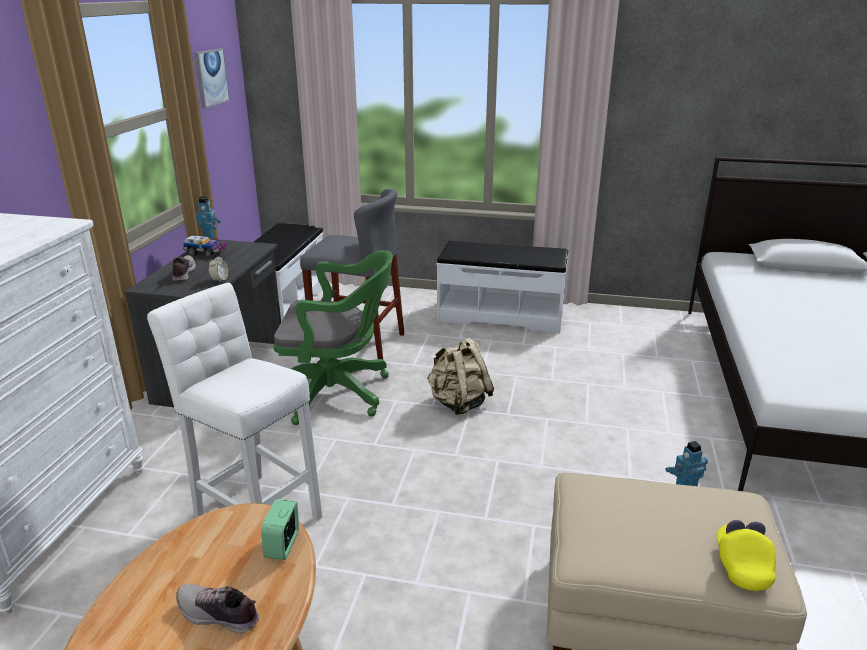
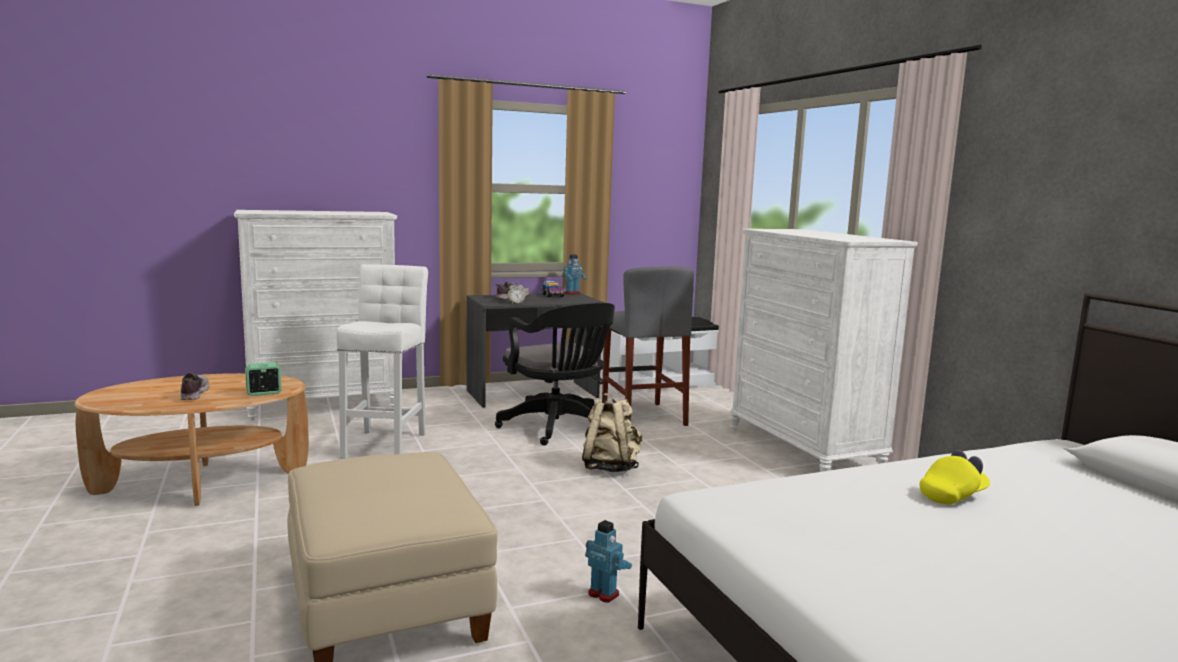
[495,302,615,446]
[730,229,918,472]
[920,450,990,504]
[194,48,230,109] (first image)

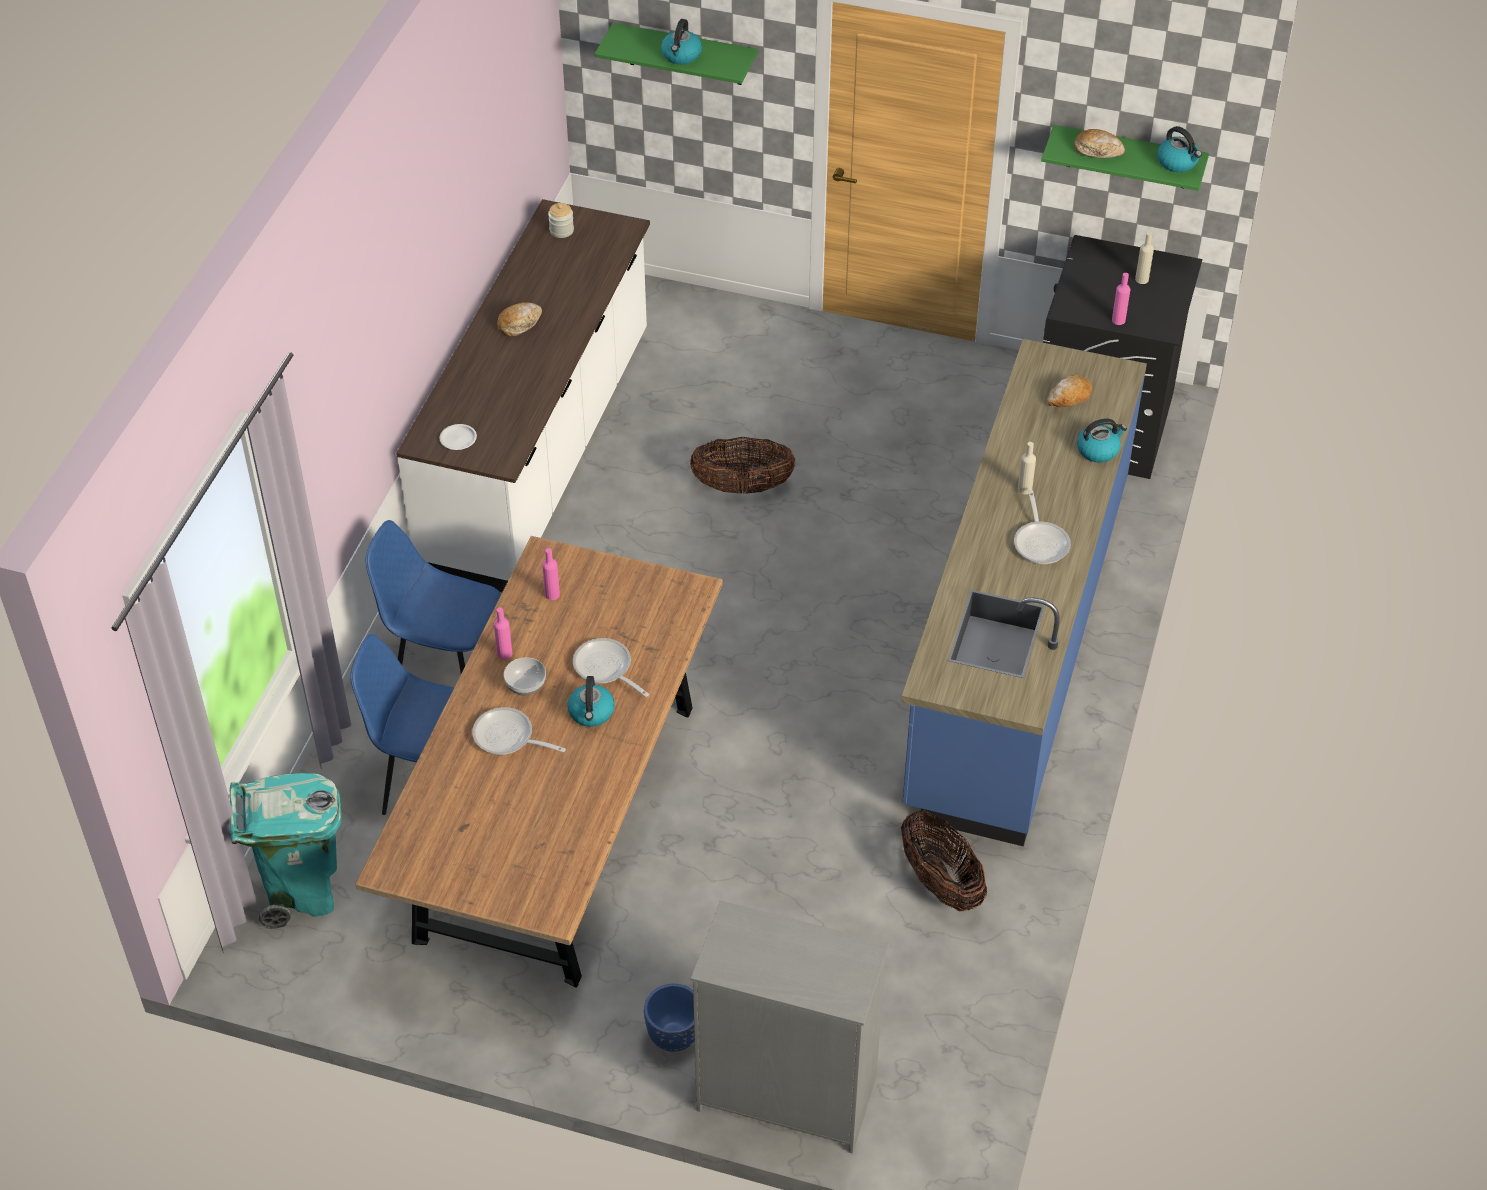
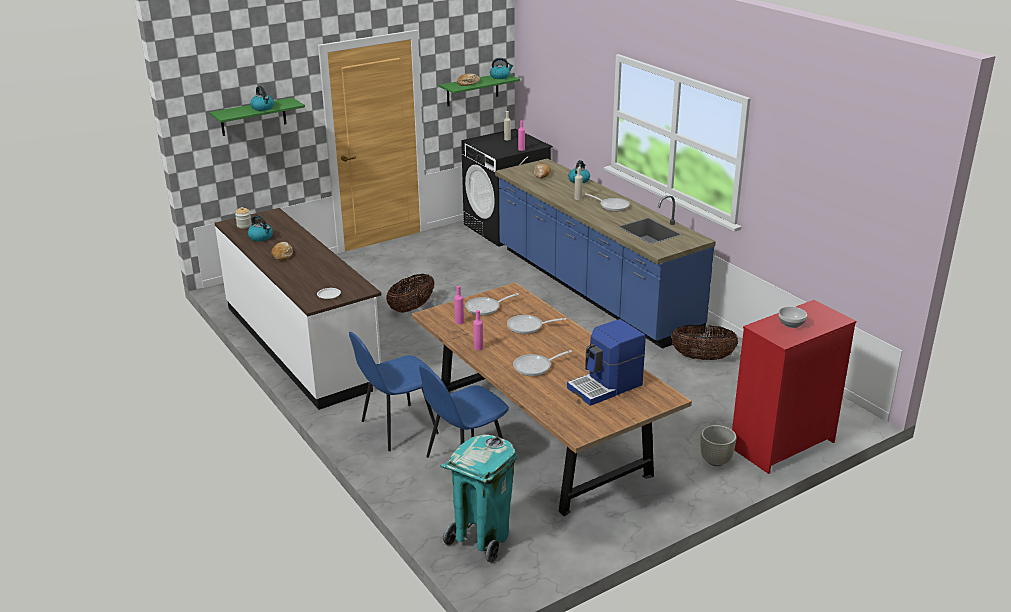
[248,215,273,241]
[465,293,519,316]
[567,319,646,406]
[700,425,736,466]
[732,300,856,474]
[779,307,807,328]

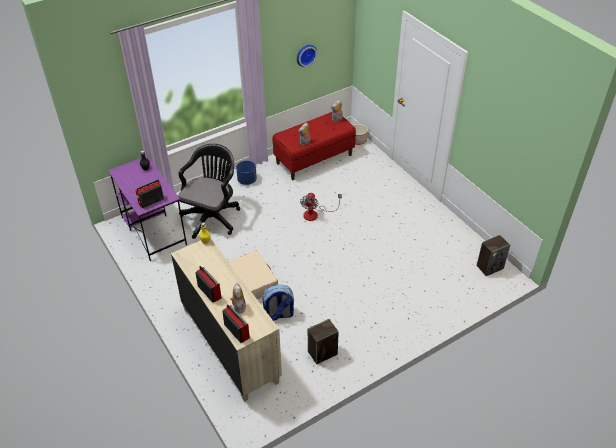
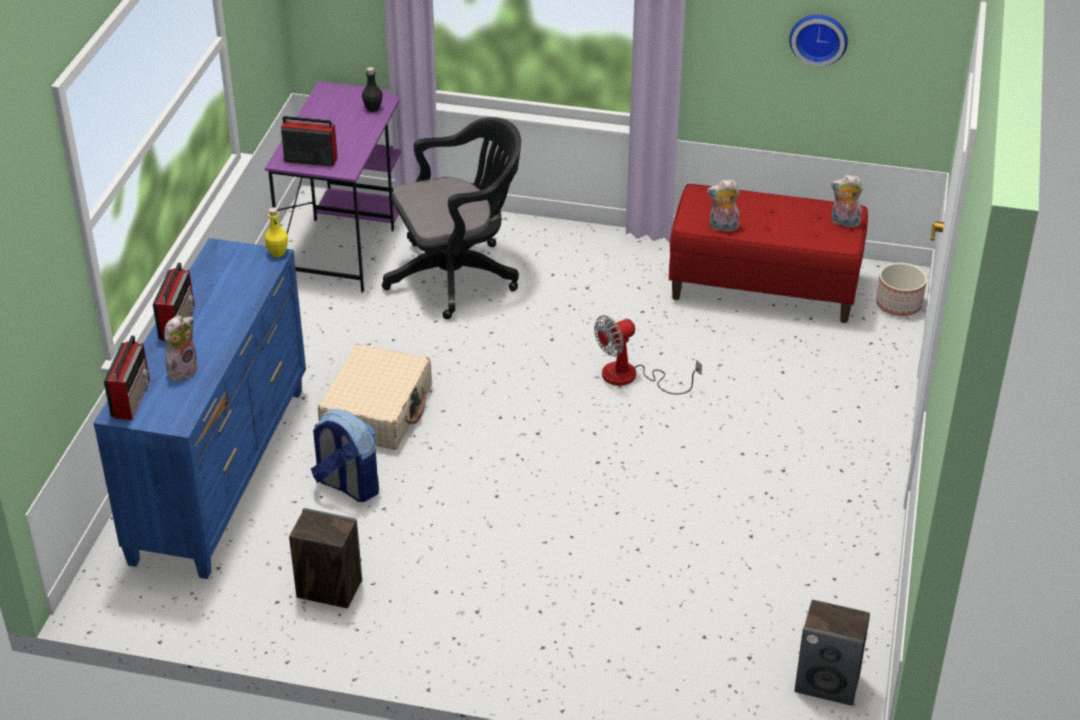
[93,238,306,579]
[236,161,257,185] (first image)

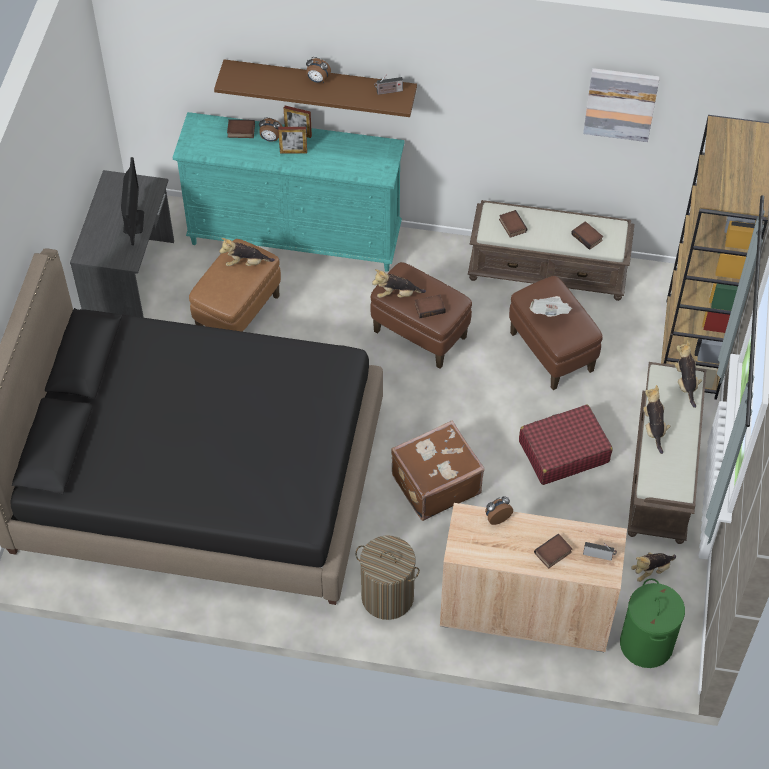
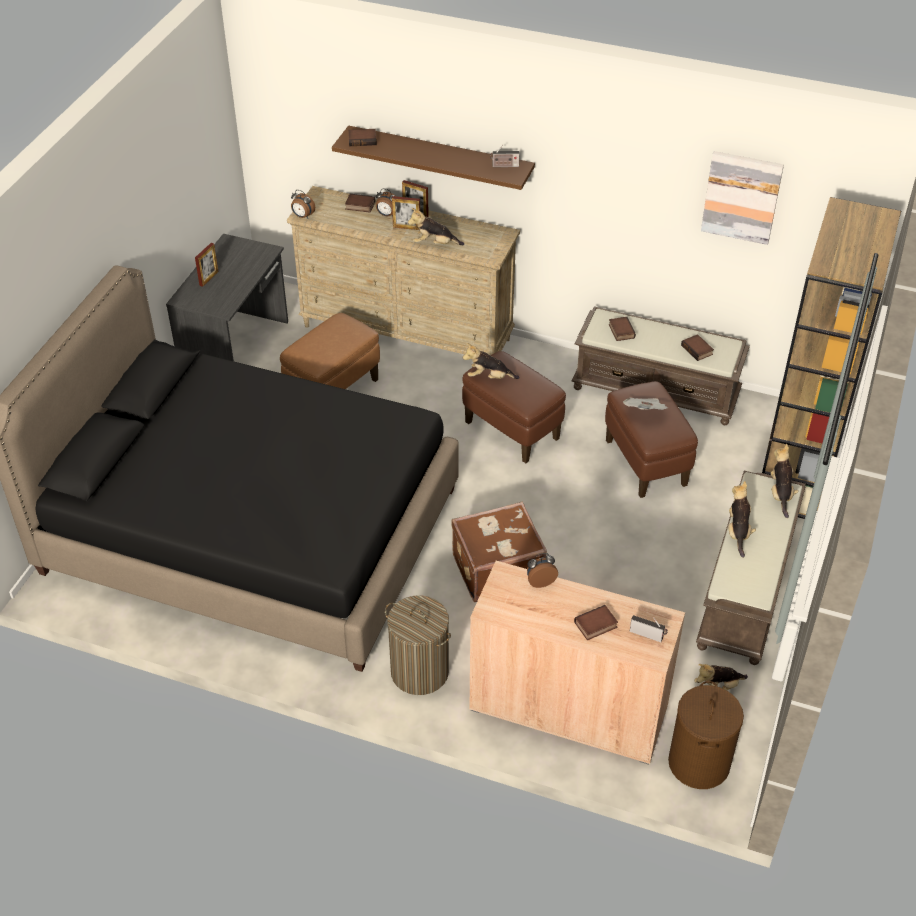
[195,243,219,287]
[287,186,520,355]
[291,190,315,219]
[348,129,377,146]
[408,208,464,245]
[668,681,744,789]
[121,157,144,245] (first image)
[519,405,613,485] (first image)

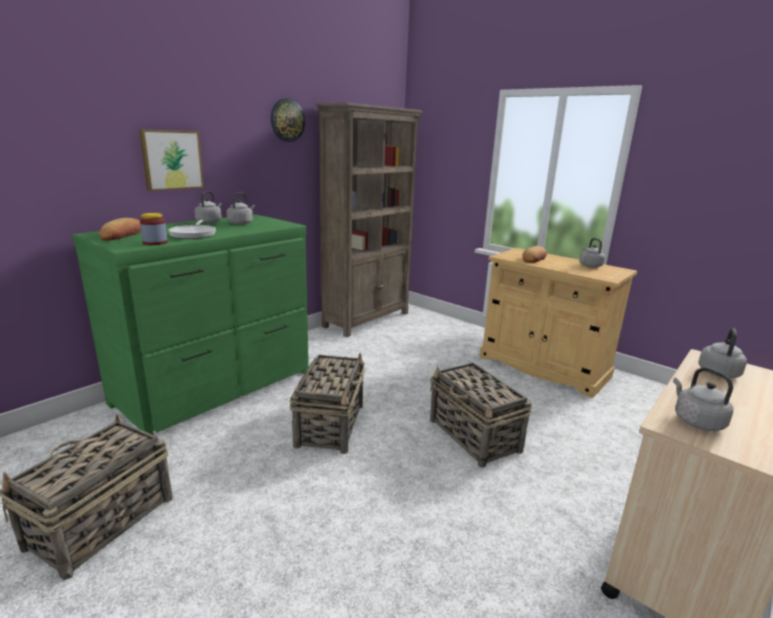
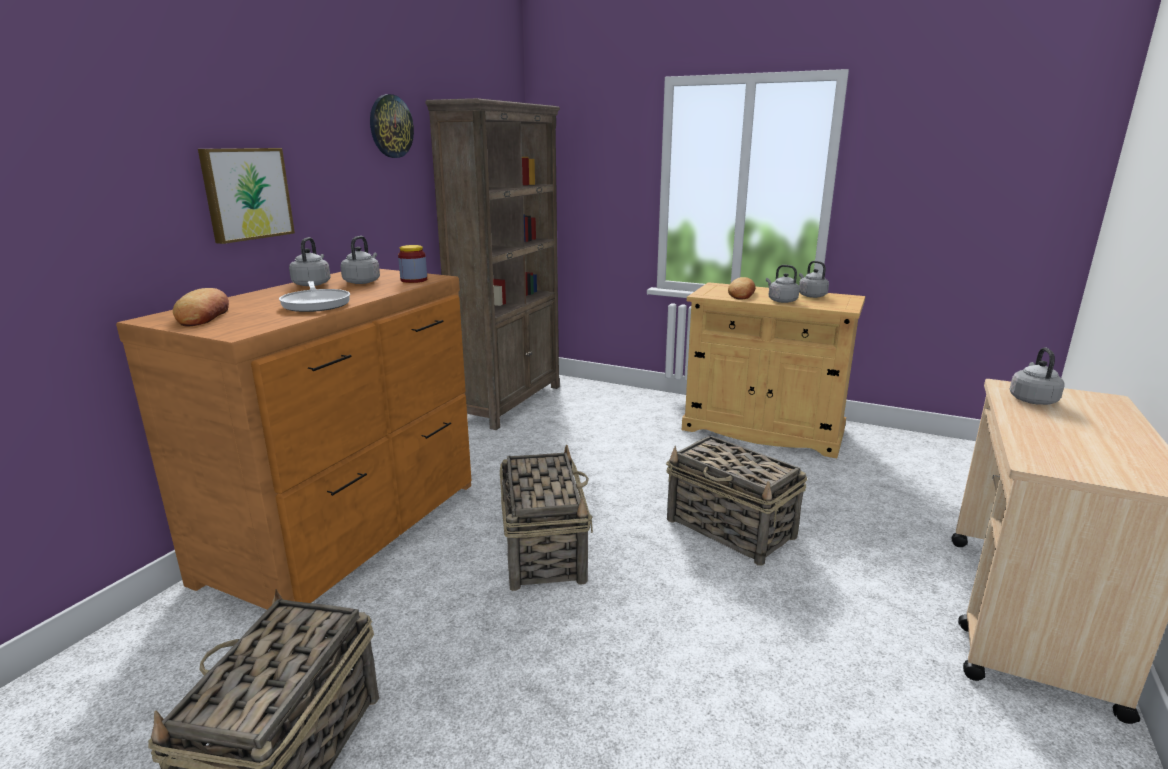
[116,269,471,610]
[398,245,427,283]
[766,265,800,303]

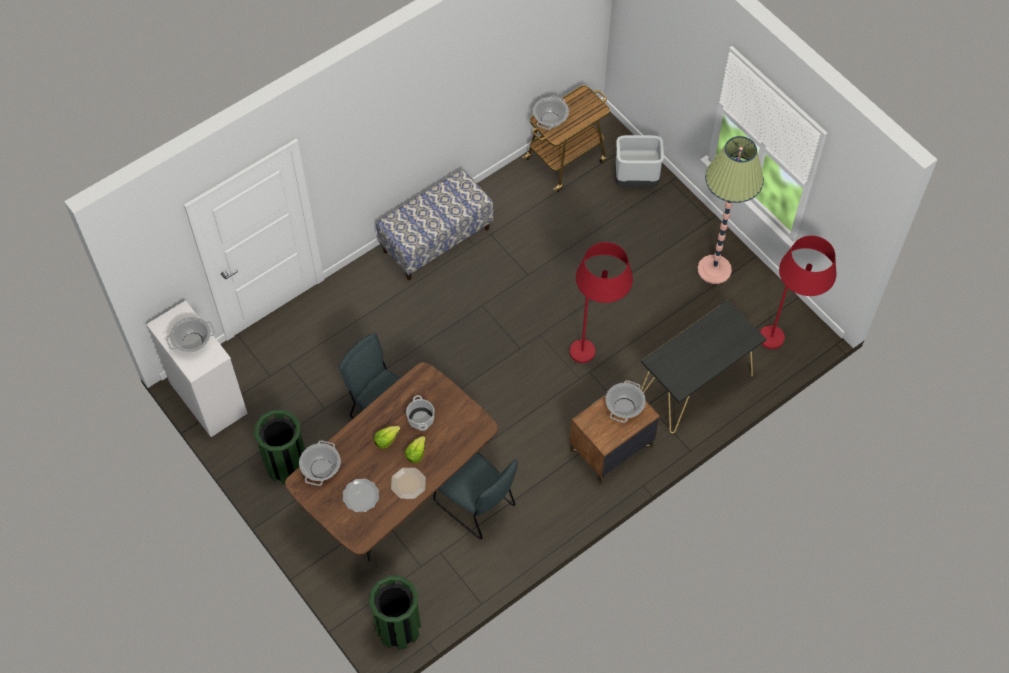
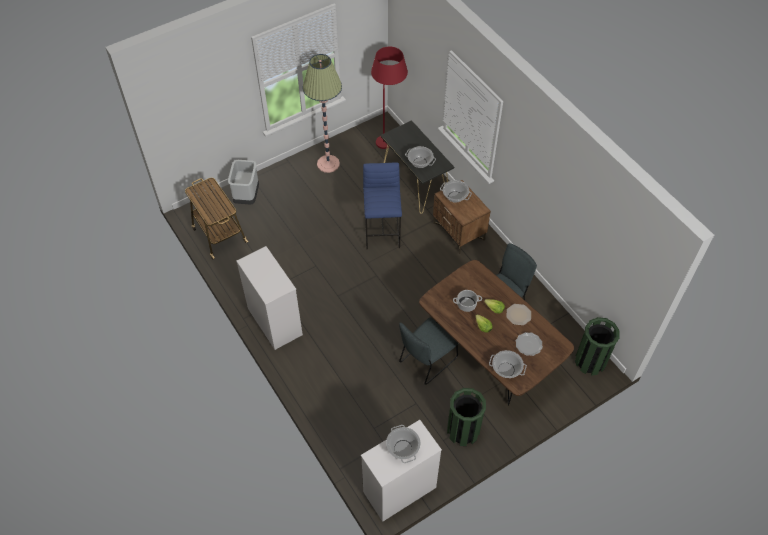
[236,246,303,350]
[363,163,402,250]
[405,146,436,168]

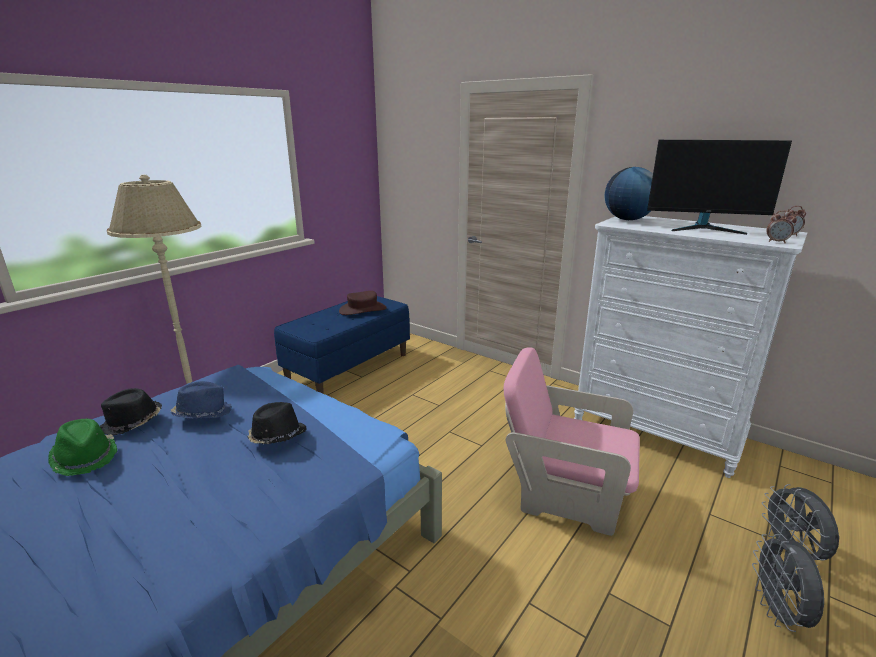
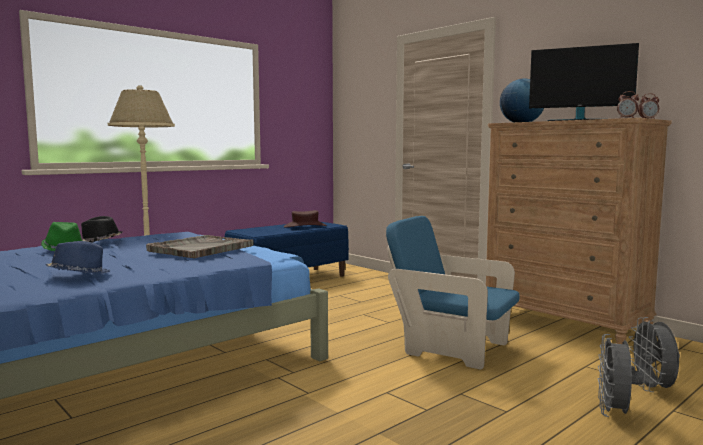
[45,241,110,274]
[146,235,253,258]
[386,216,520,370]
[486,118,672,344]

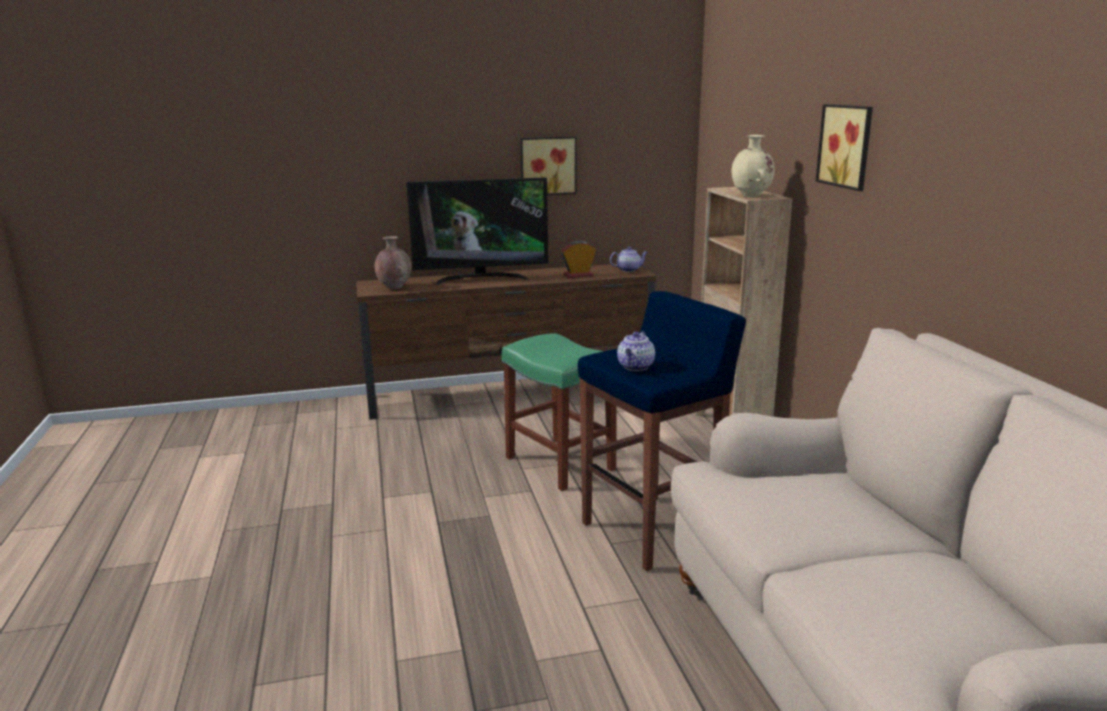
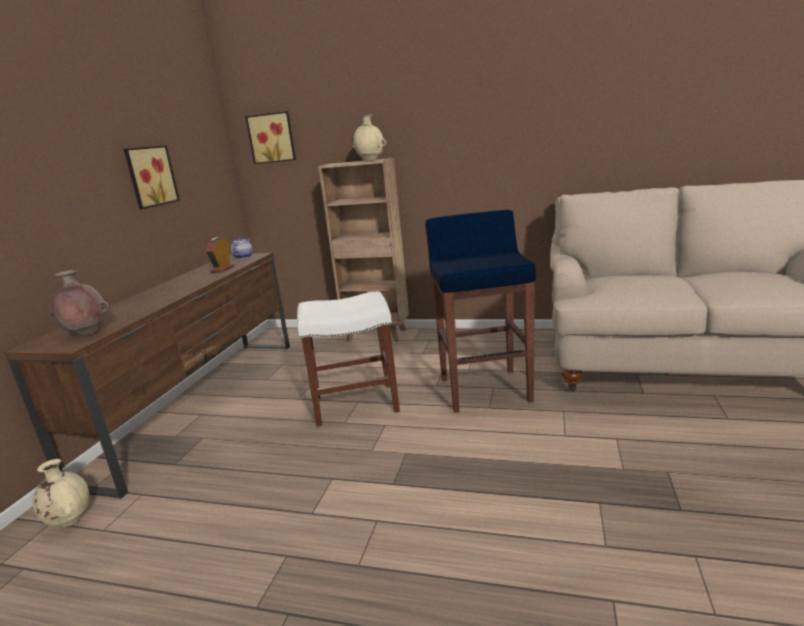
[32,459,89,527]
[245,111,296,164]
[297,291,400,427]
[406,177,548,285] (first image)
[617,332,655,371] (first image)

